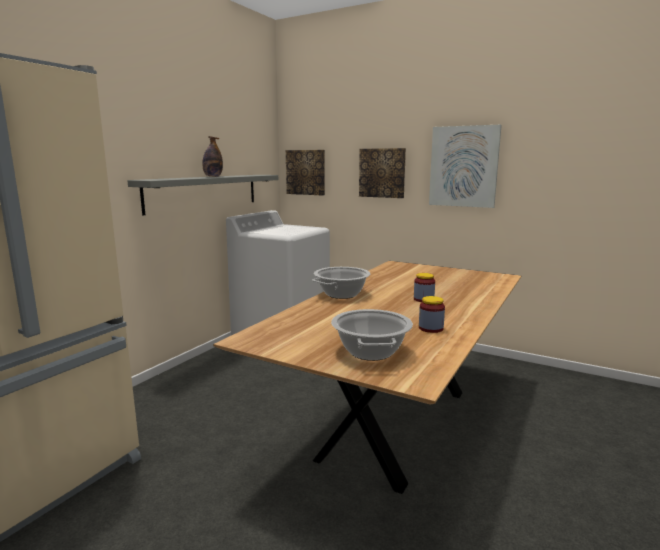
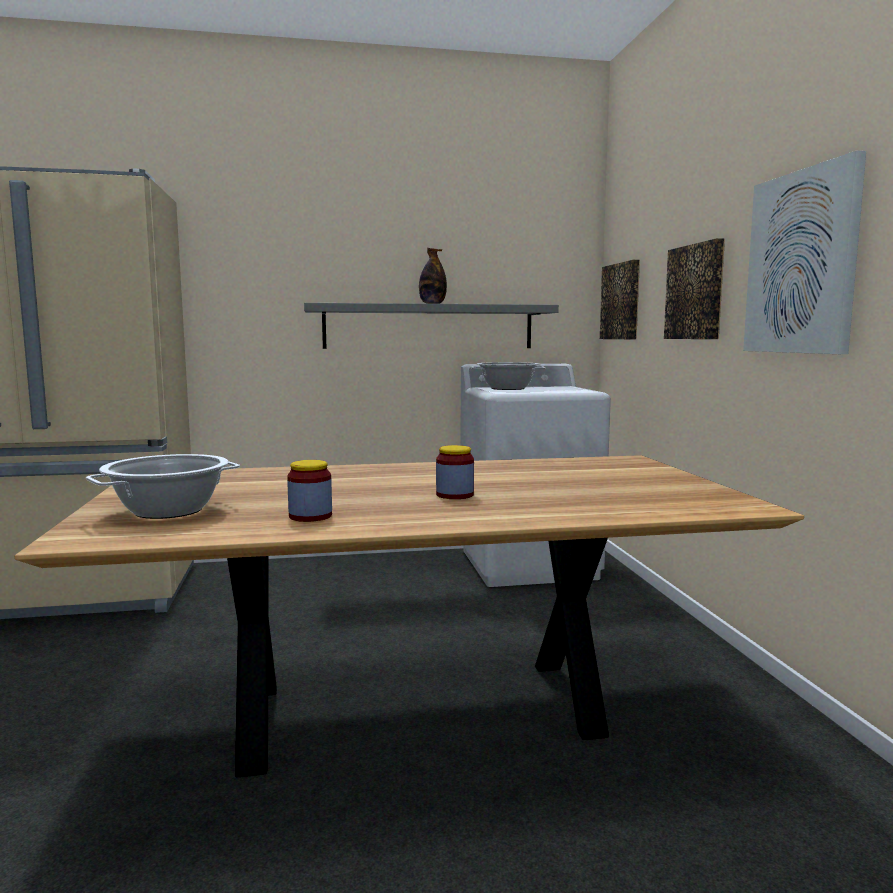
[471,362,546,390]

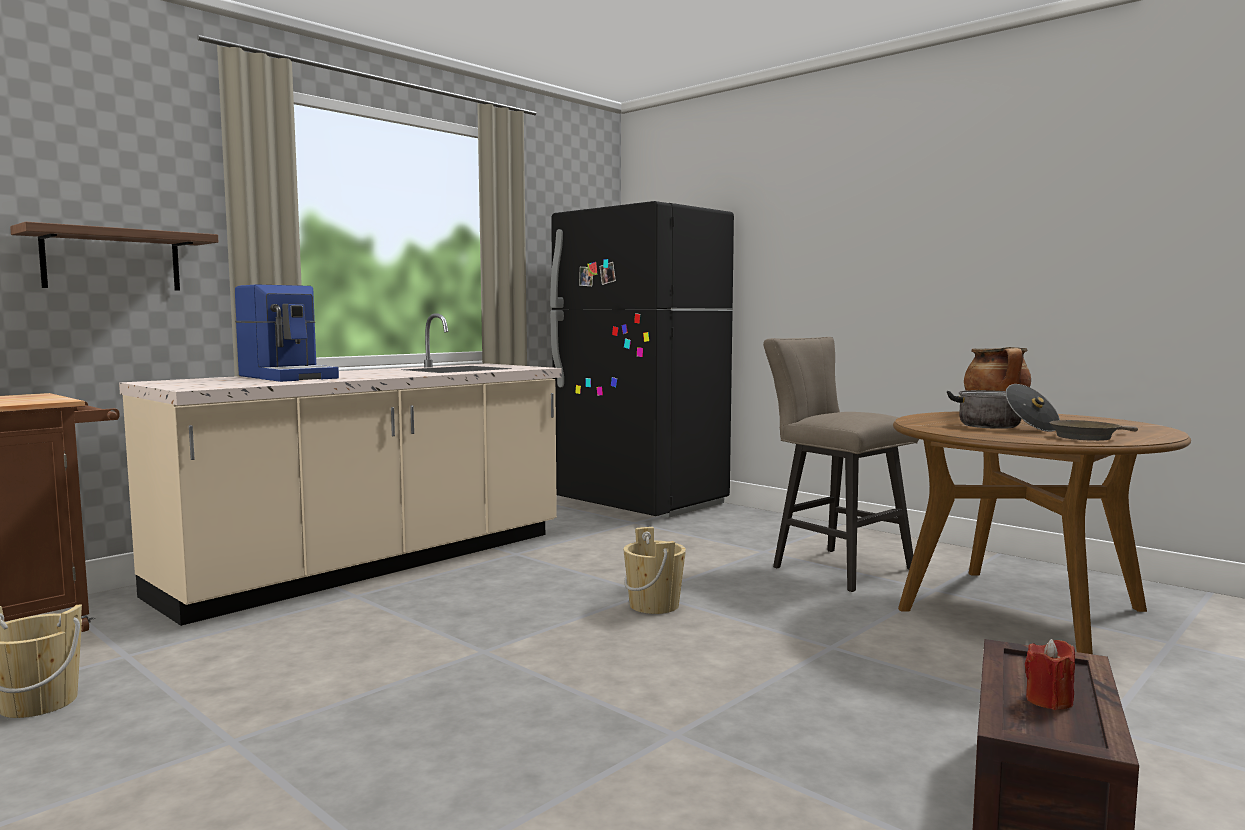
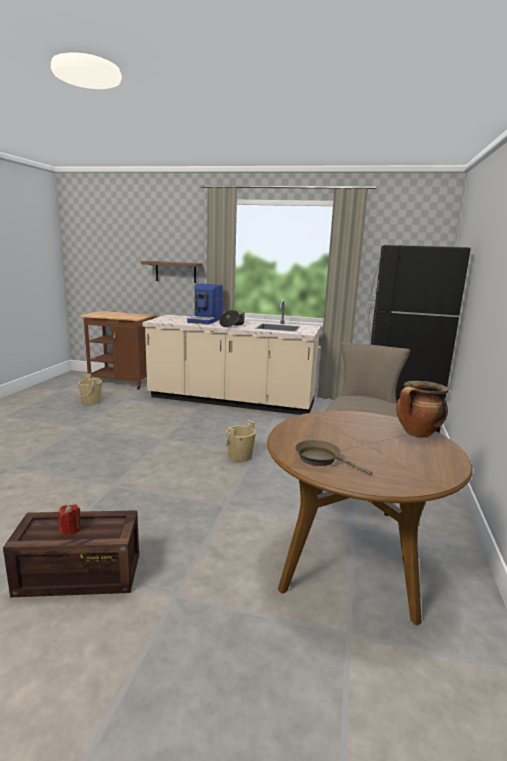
[219,310,245,327]

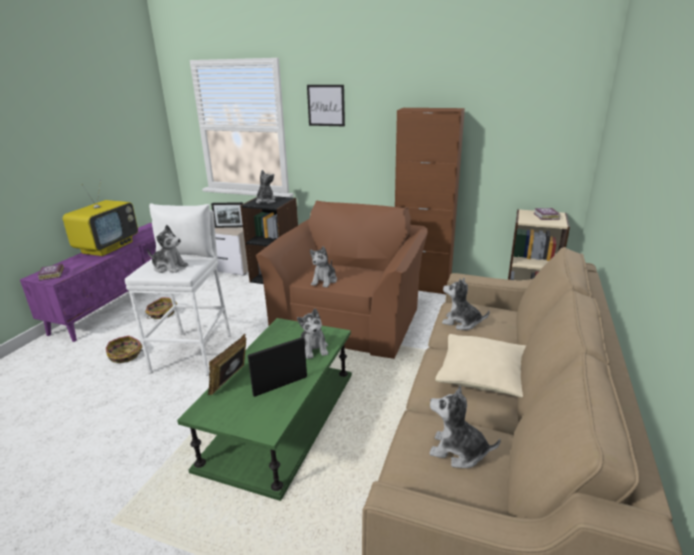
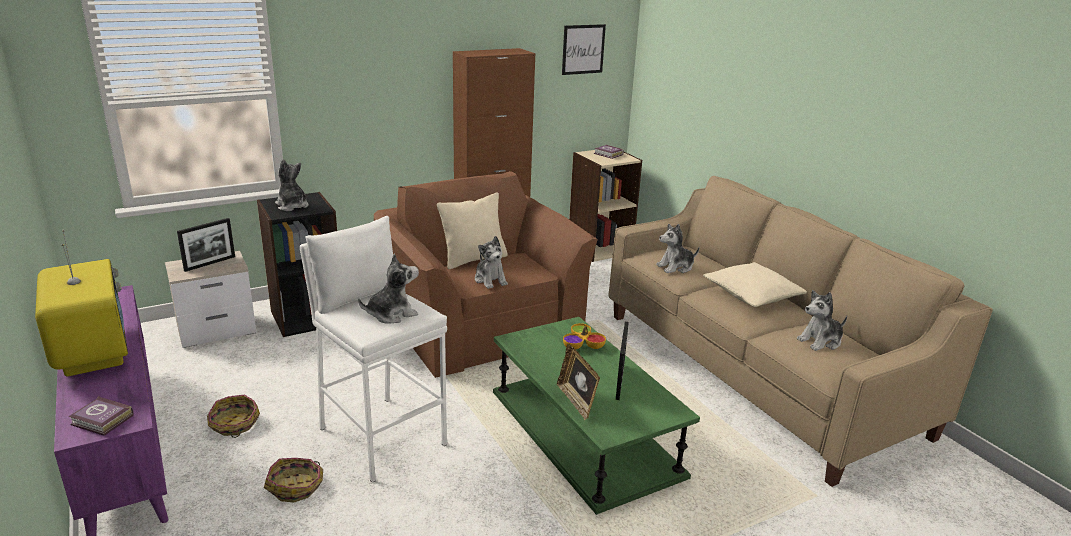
[437,192,508,269]
[562,24,606,75]
[563,323,606,350]

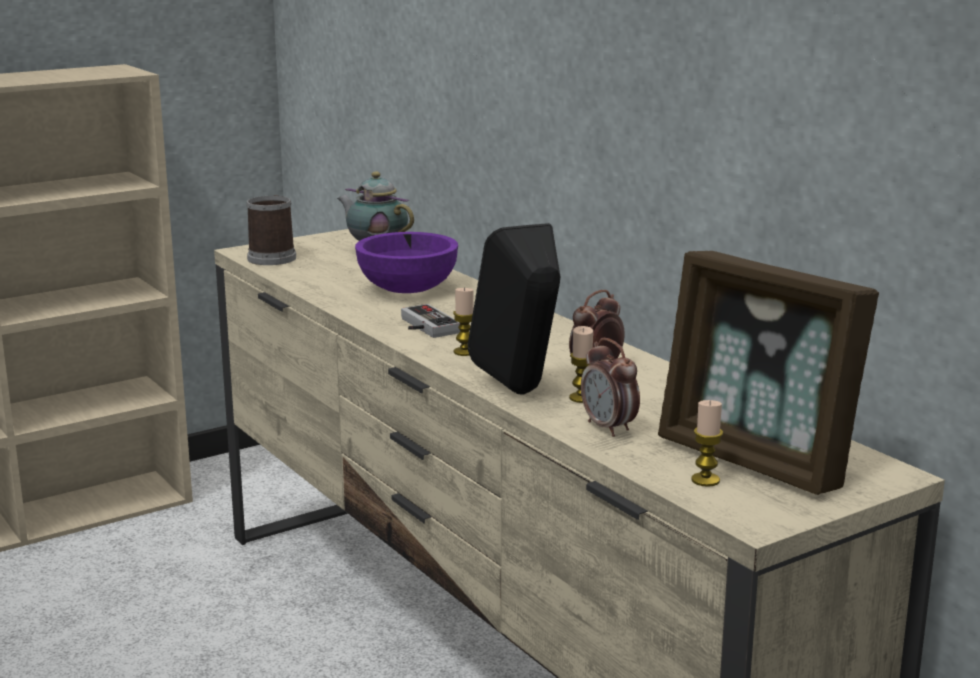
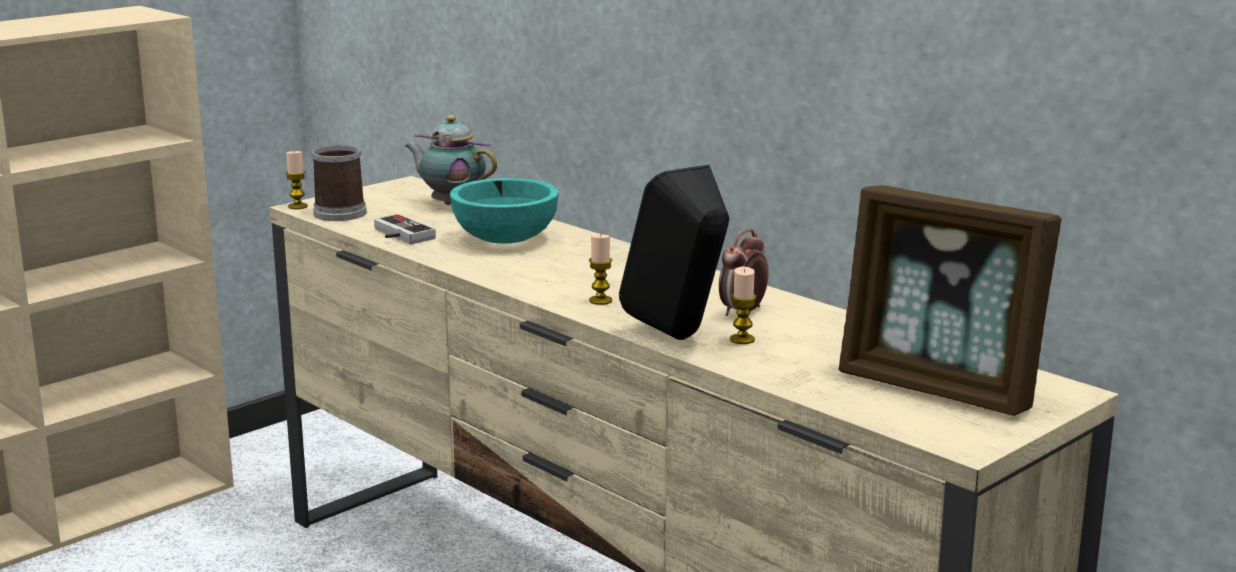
[286,151,308,209]
[374,214,436,244]
[450,178,559,243]
[581,338,640,437] (first image)

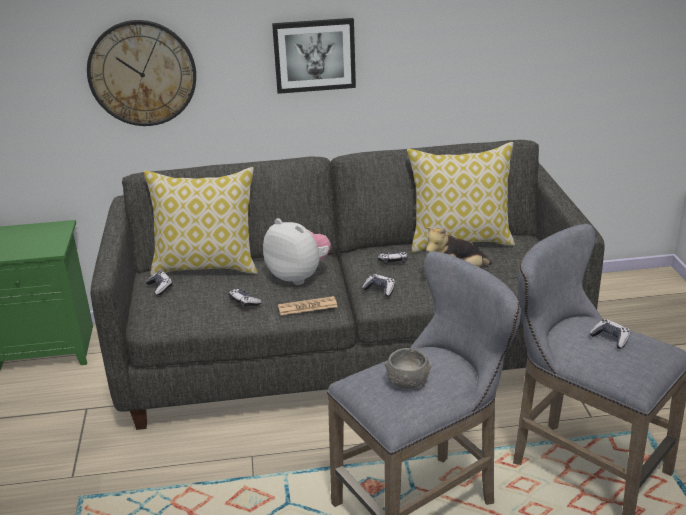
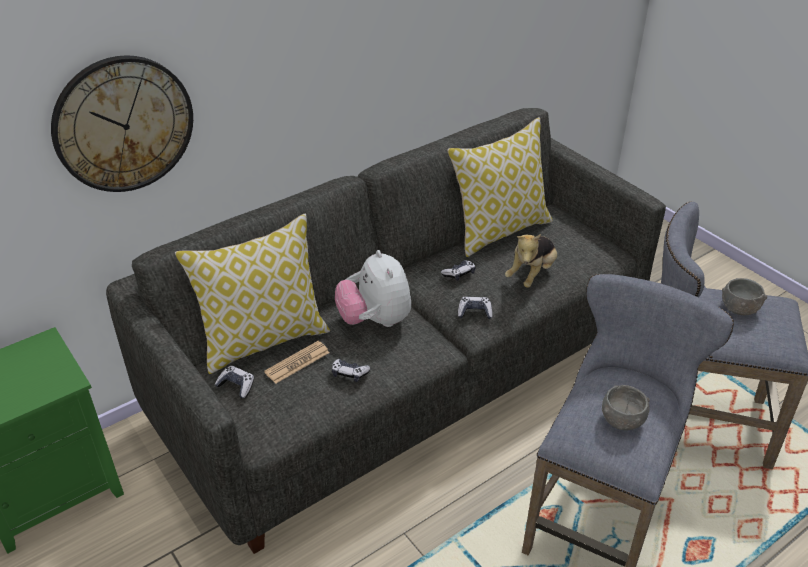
[264,341,330,383]
[335,250,411,327]
[722,278,767,316]
[272,18,356,94] (first image)

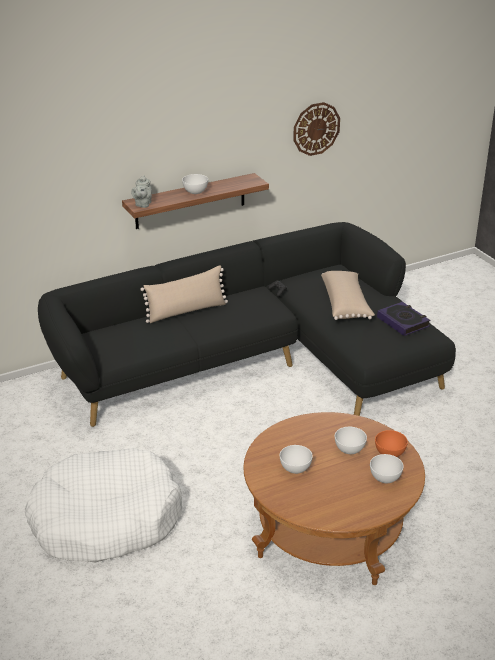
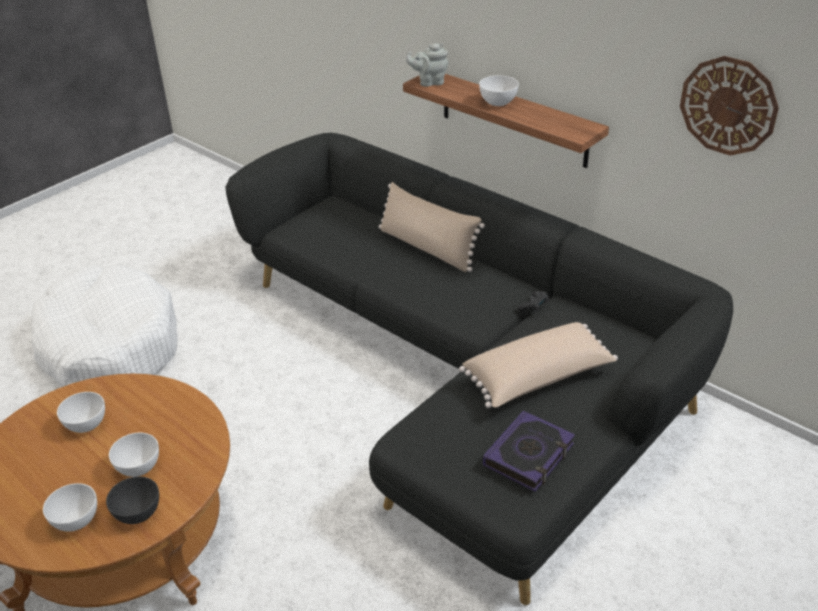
[106,476,159,524]

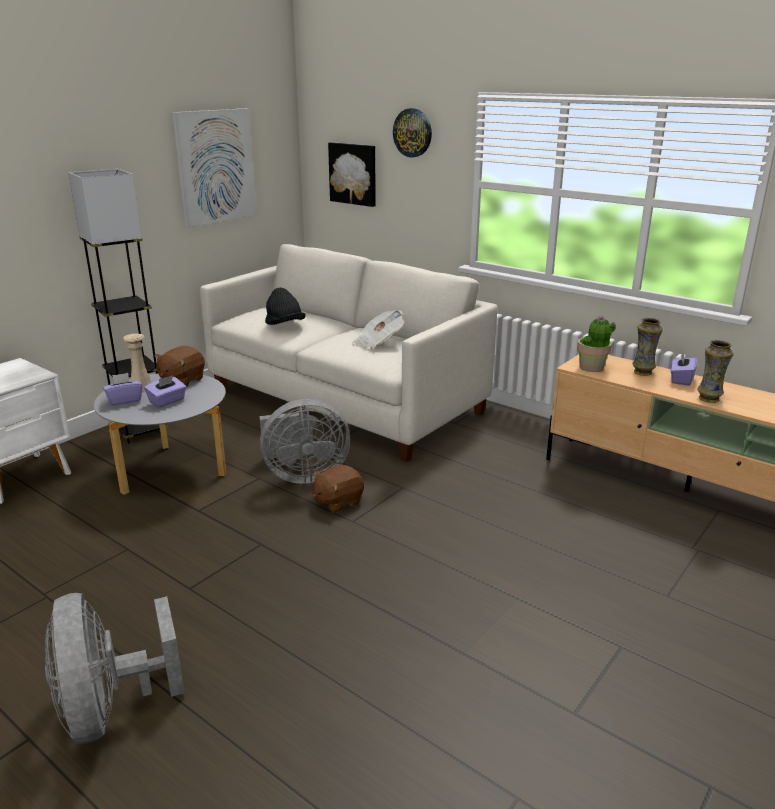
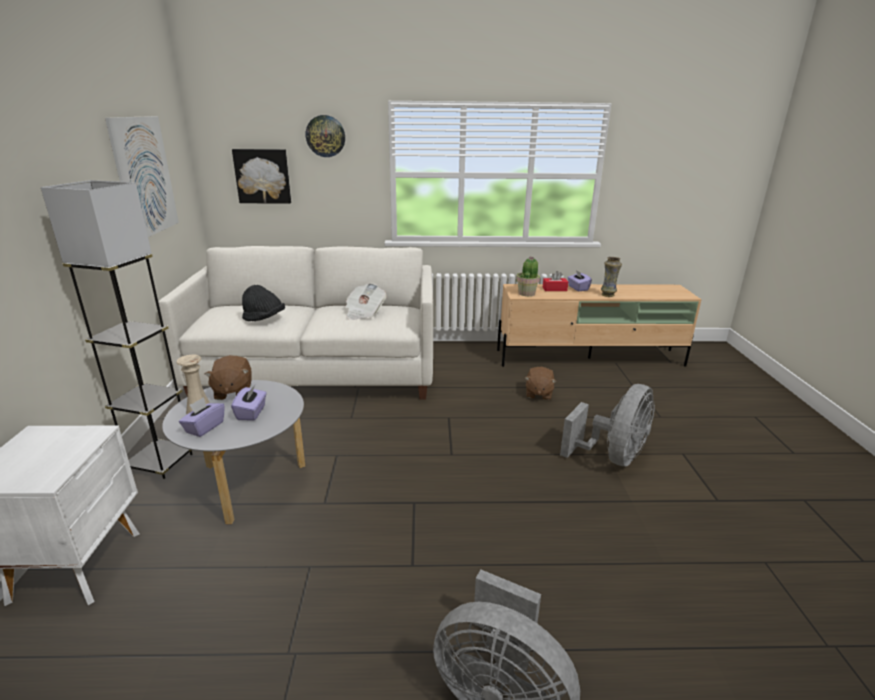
[525,367,557,400]
[543,271,568,291]
[560,384,655,466]

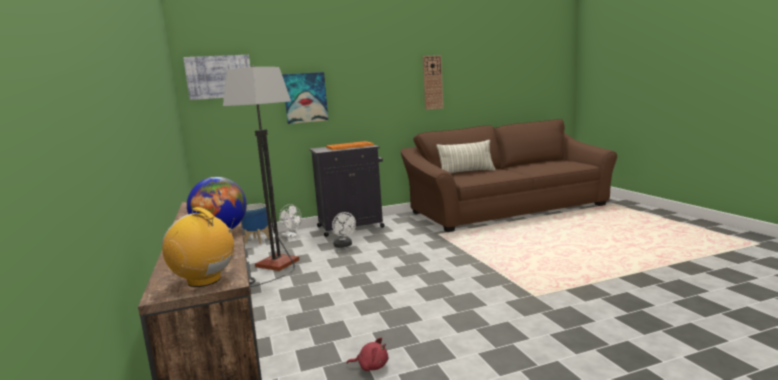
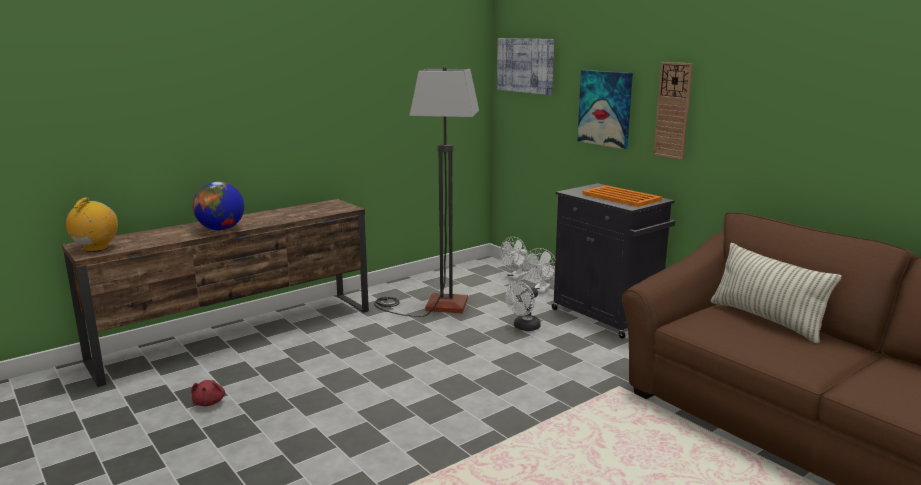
[500,237,528,280]
[653,62,693,160]

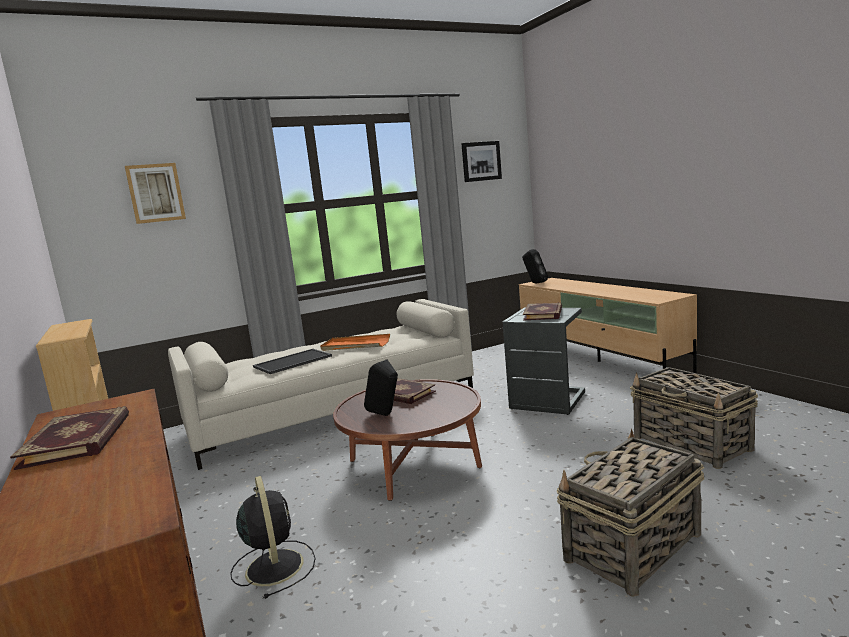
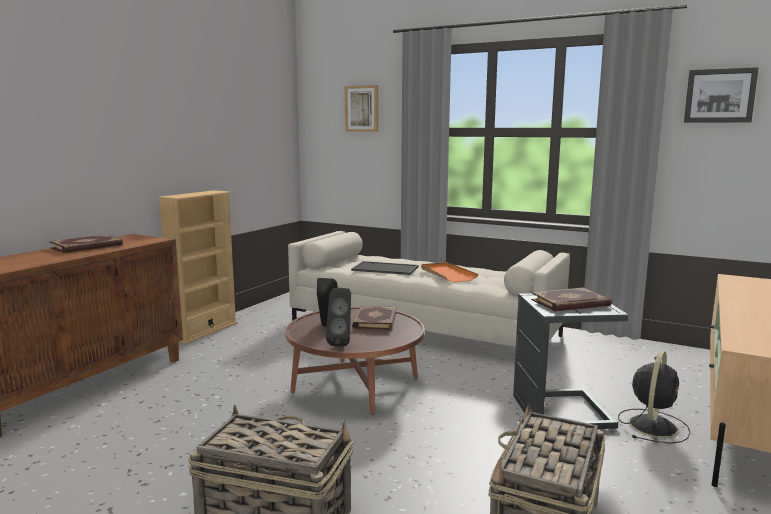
[326,288,351,346]
[618,351,690,444]

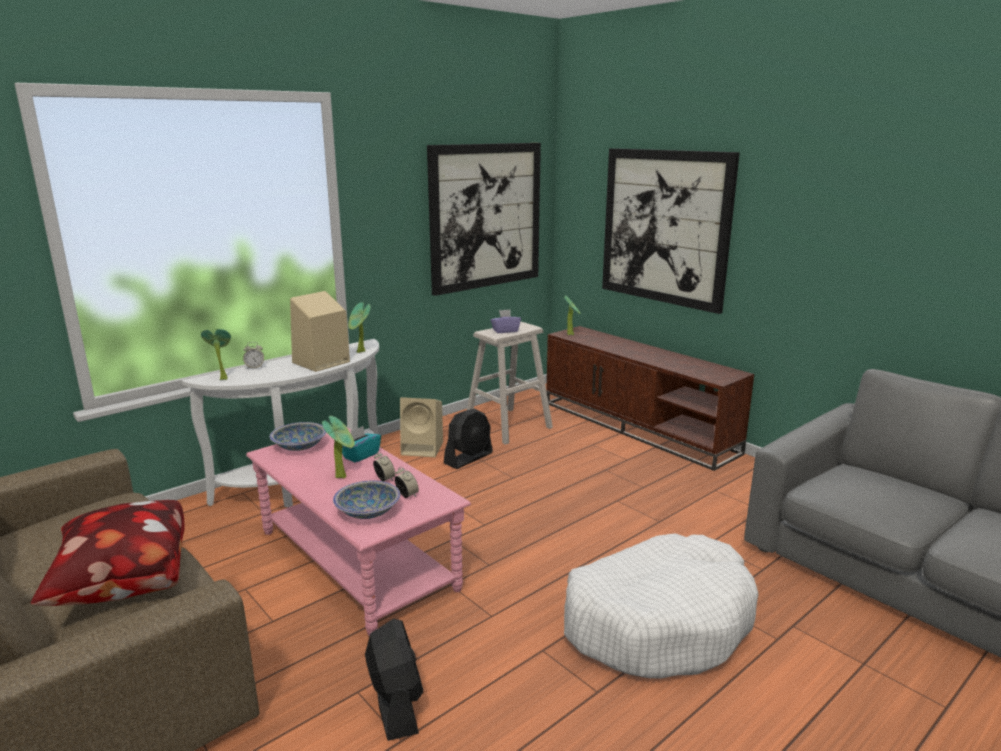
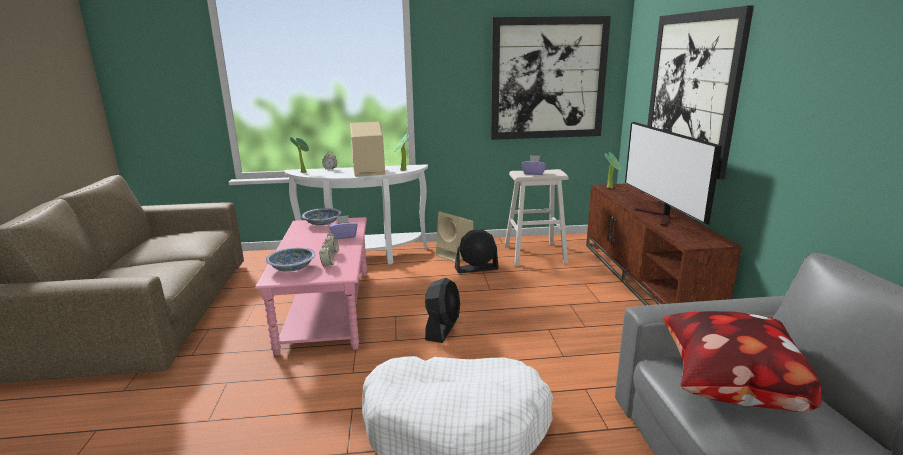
[329,215,358,239]
[425,278,460,343]
[625,122,722,226]
[663,311,822,412]
[322,416,355,478] (first image)

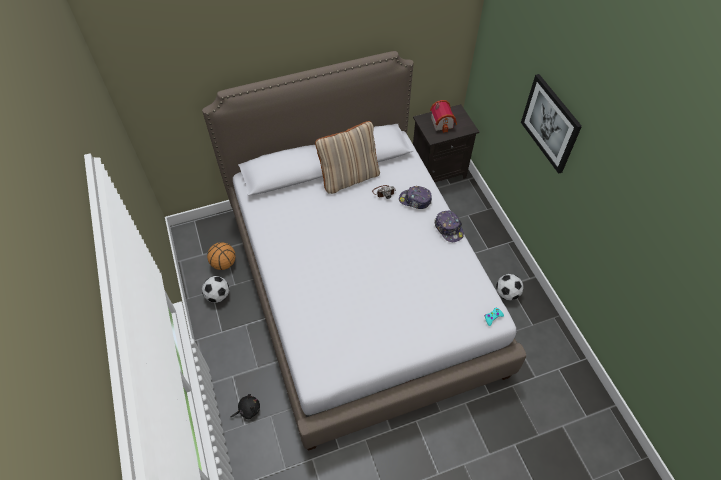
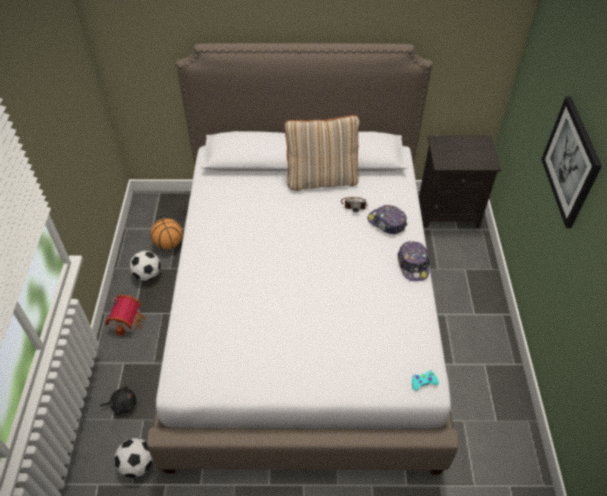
[105,295,146,336]
[114,438,153,478]

